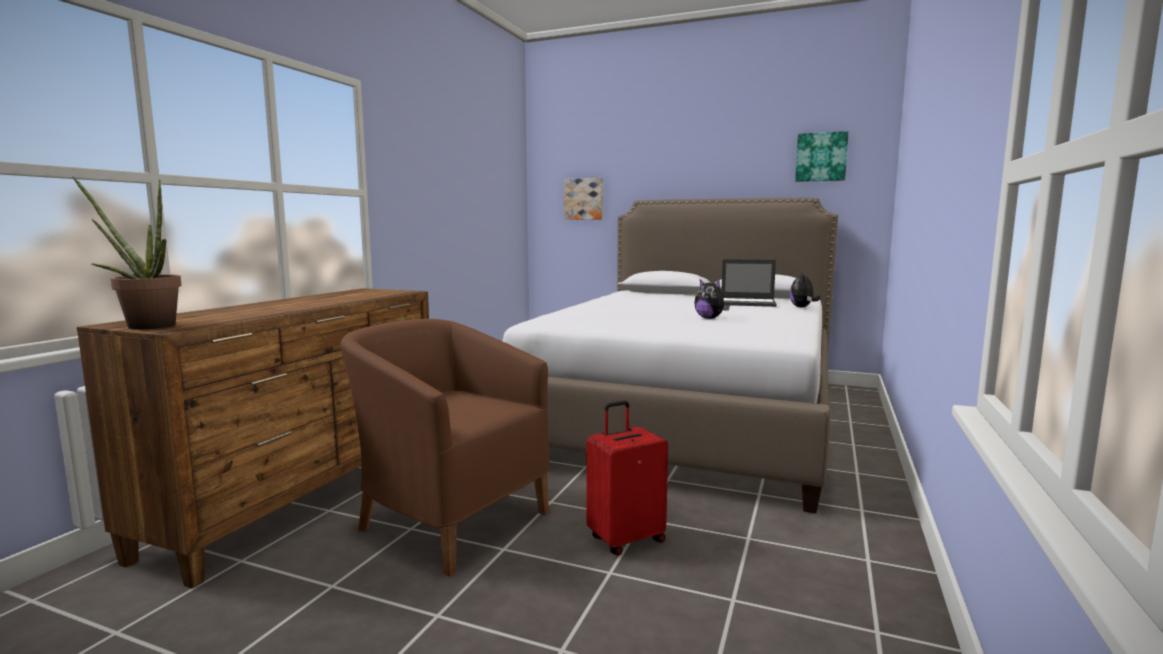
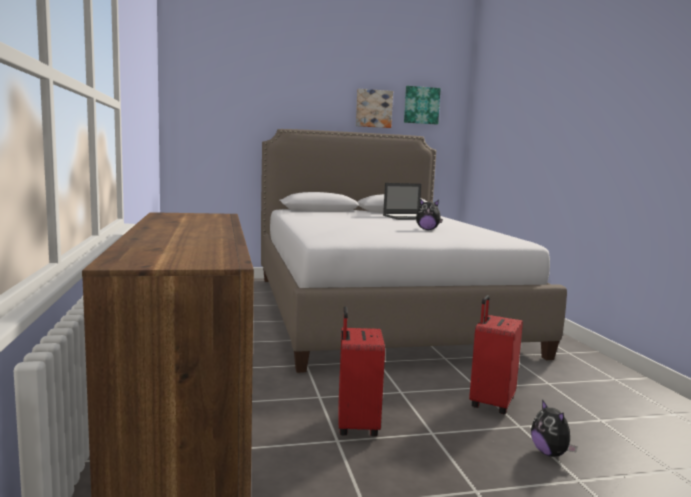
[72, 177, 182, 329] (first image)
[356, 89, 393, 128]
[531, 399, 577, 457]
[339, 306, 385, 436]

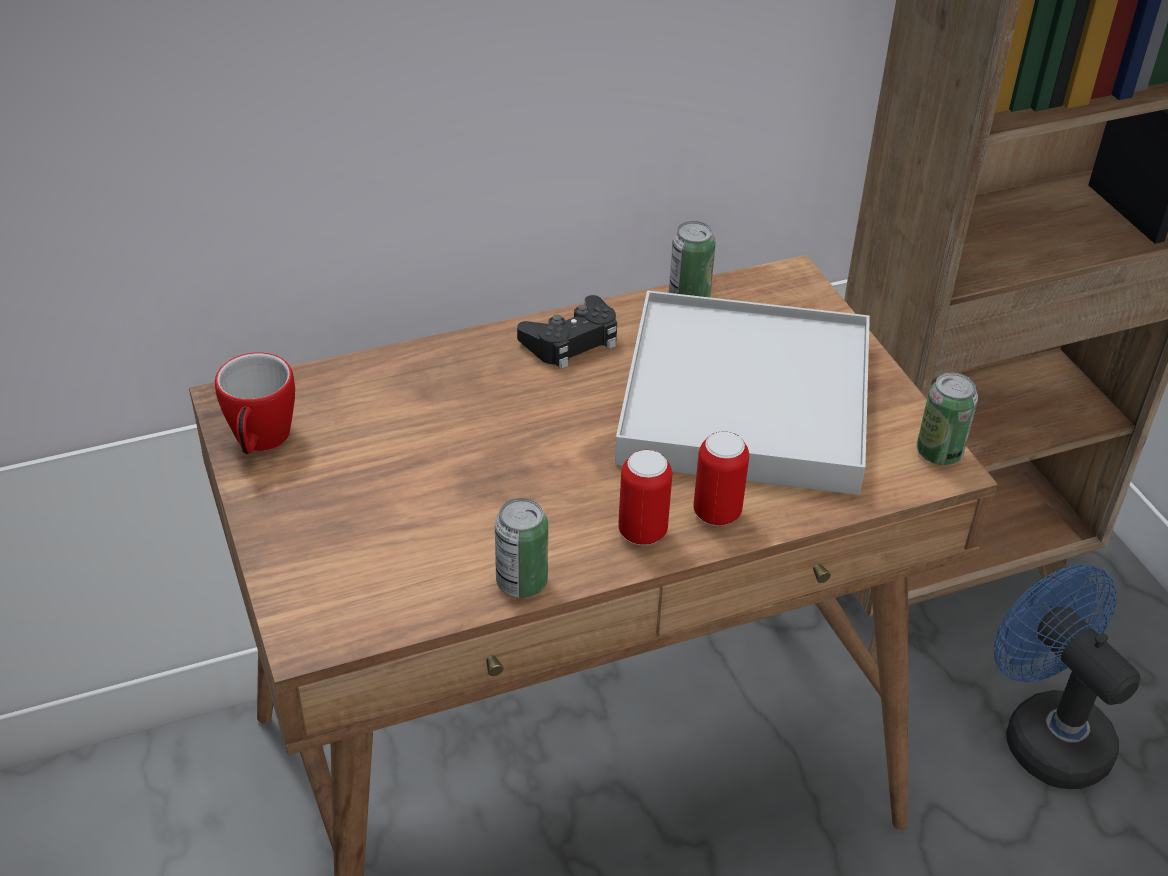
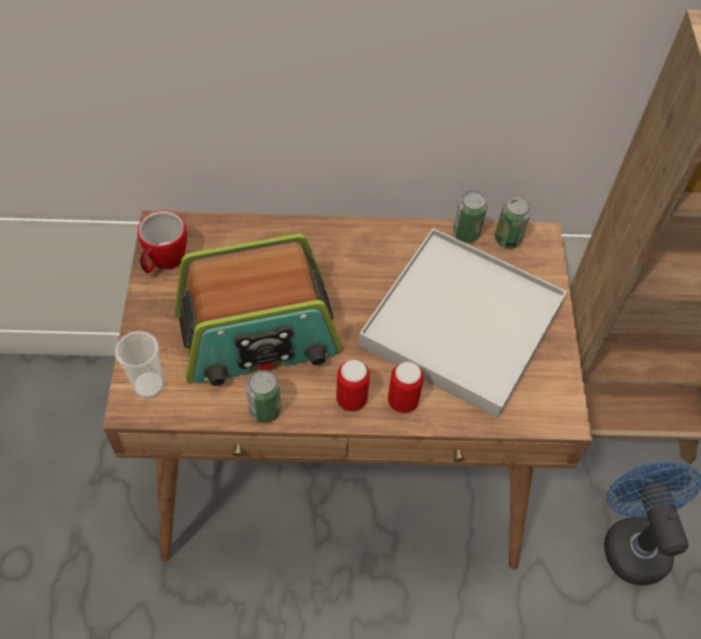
[517, 295, 617, 369] (first image)
[495, 196, 531, 248]
[174, 234, 343, 386]
[115, 331, 165, 399]

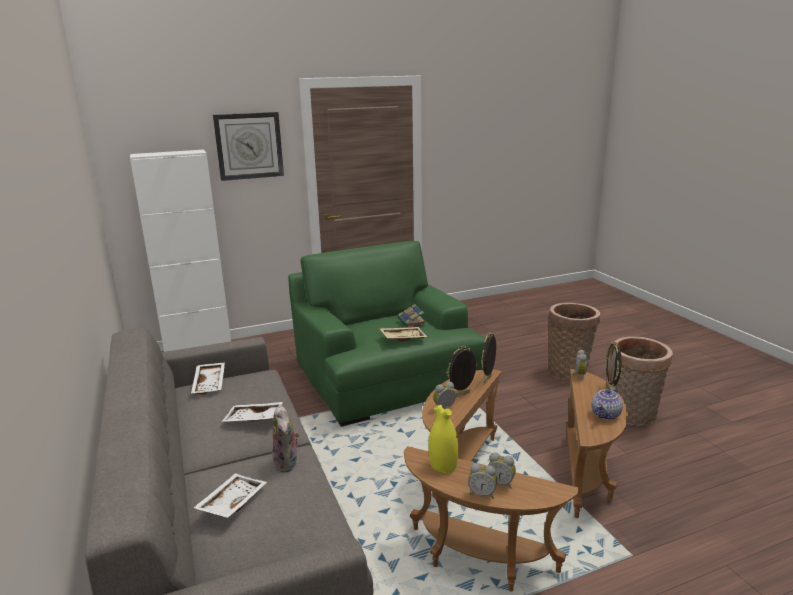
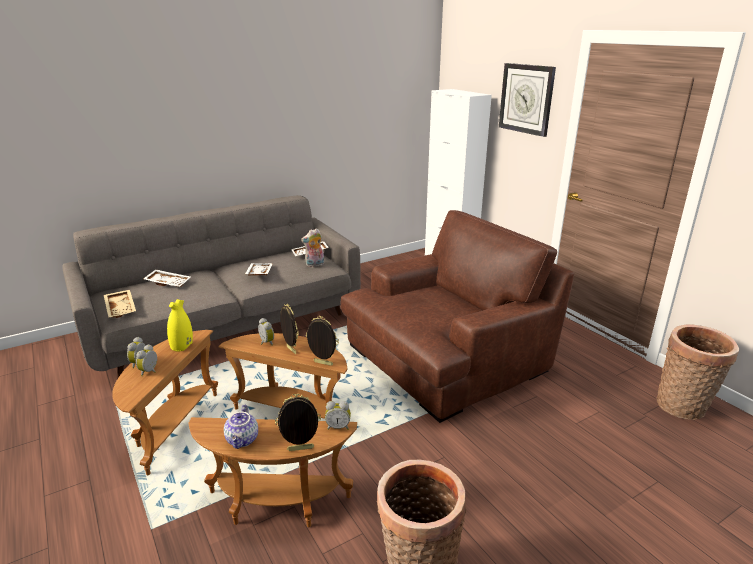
[341, 210, 574, 423]
[656, 325, 739, 420]
[398, 304, 426, 328] (first image)
[104, 290, 136, 318]
[224, 404, 258, 449]
[301, 228, 324, 267]

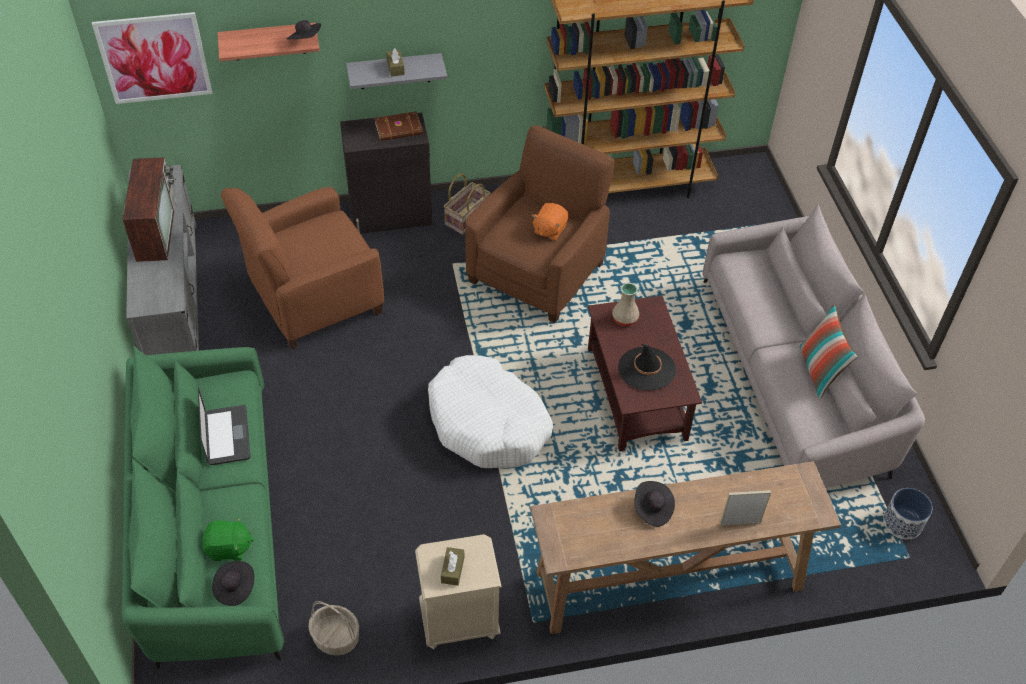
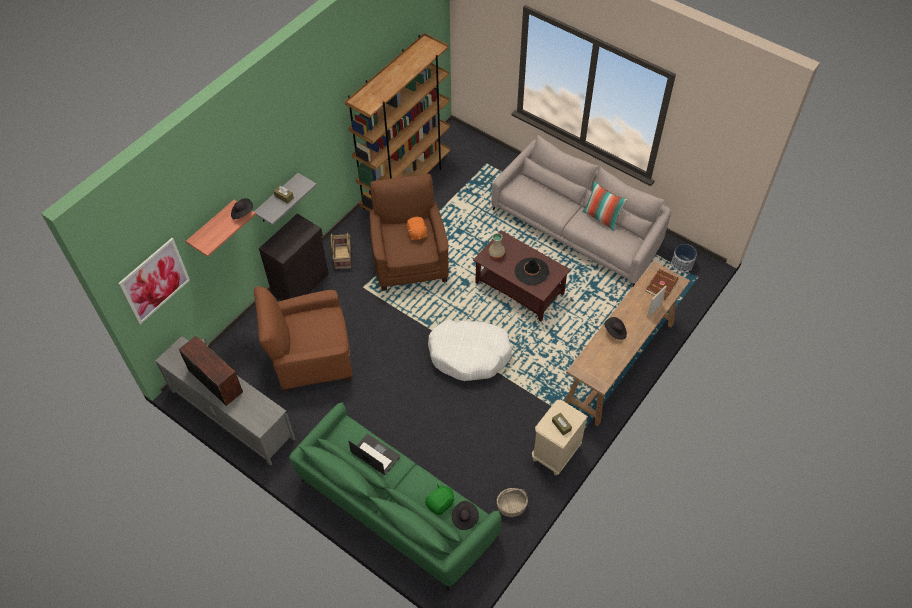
[646, 269, 679, 300]
[254, 286, 352, 393]

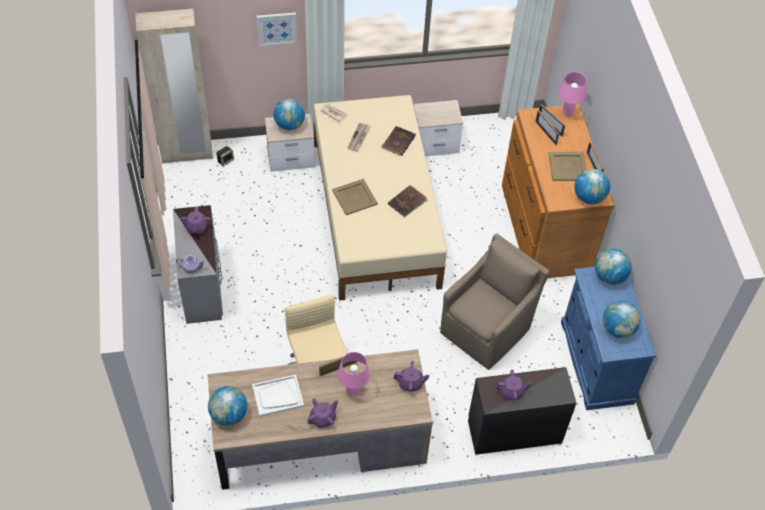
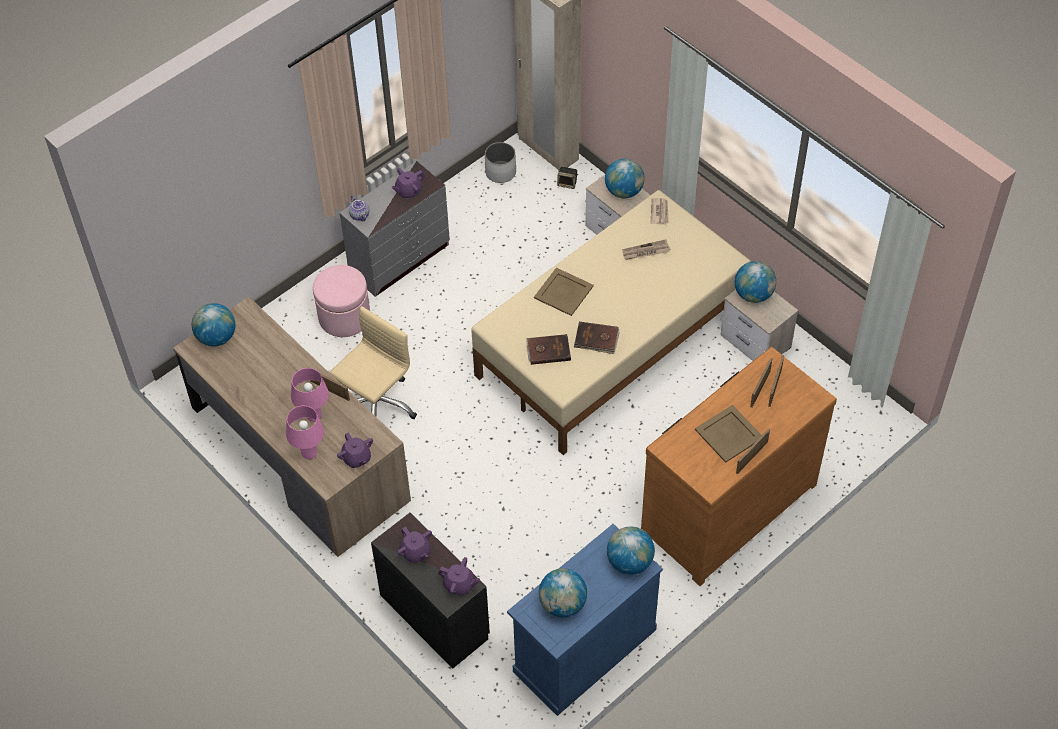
[257, 12, 297, 47] (first image)
[286, 406, 324, 459]
[526, 334, 571, 365]
[735, 261, 776, 303]
[440, 234, 549, 370] (first image)
[252, 375, 304, 417] (first image)
[438, 557, 480, 595]
[485, 142, 516, 183]
[313, 265, 370, 337]

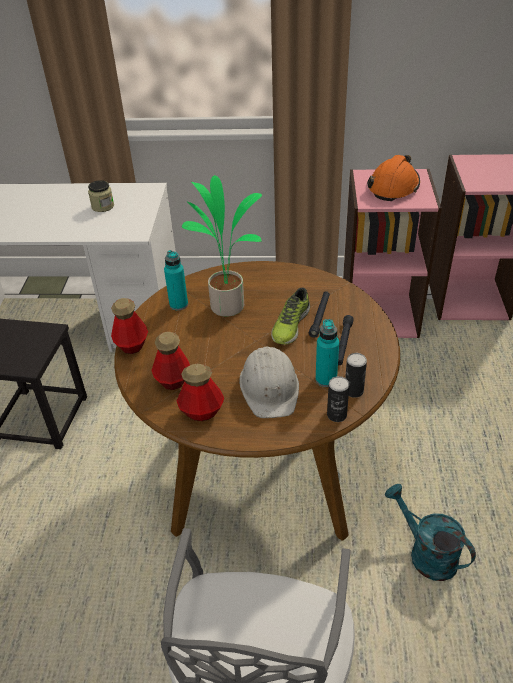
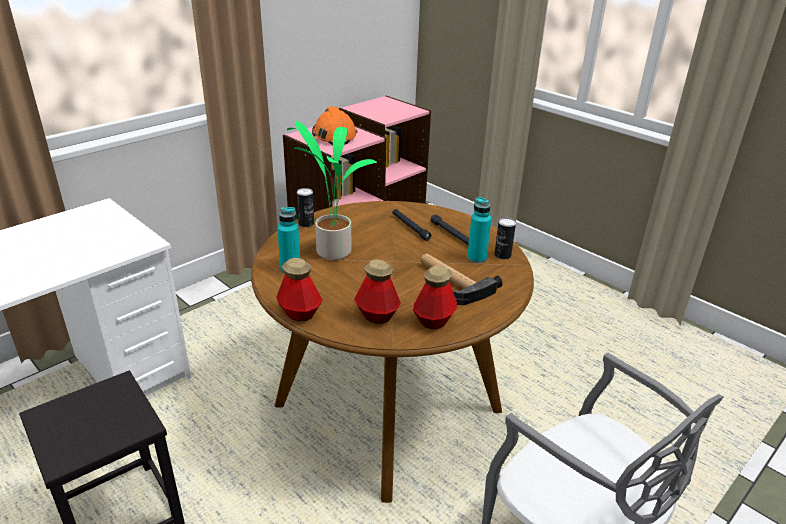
[88, 180, 114, 212] (first image)
[271, 288, 310, 345] (first image)
[421, 253, 502, 305]
[297, 188, 314, 227]
[385, 484, 476, 581] (first image)

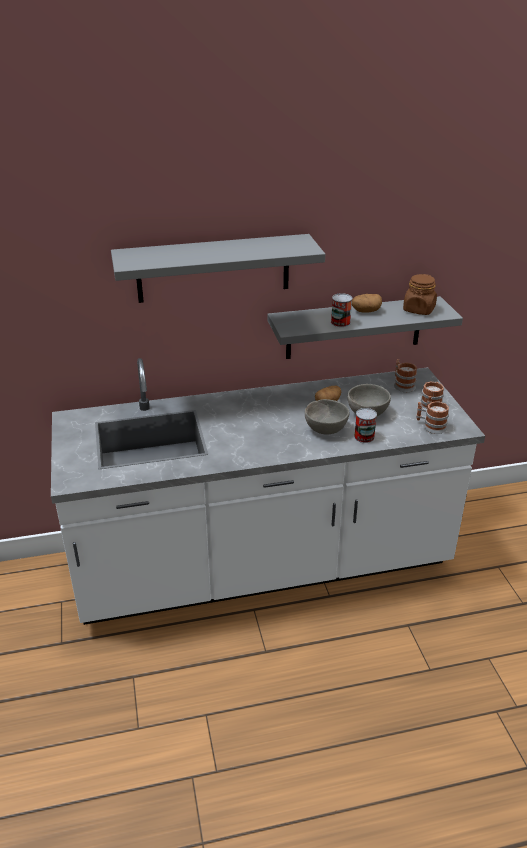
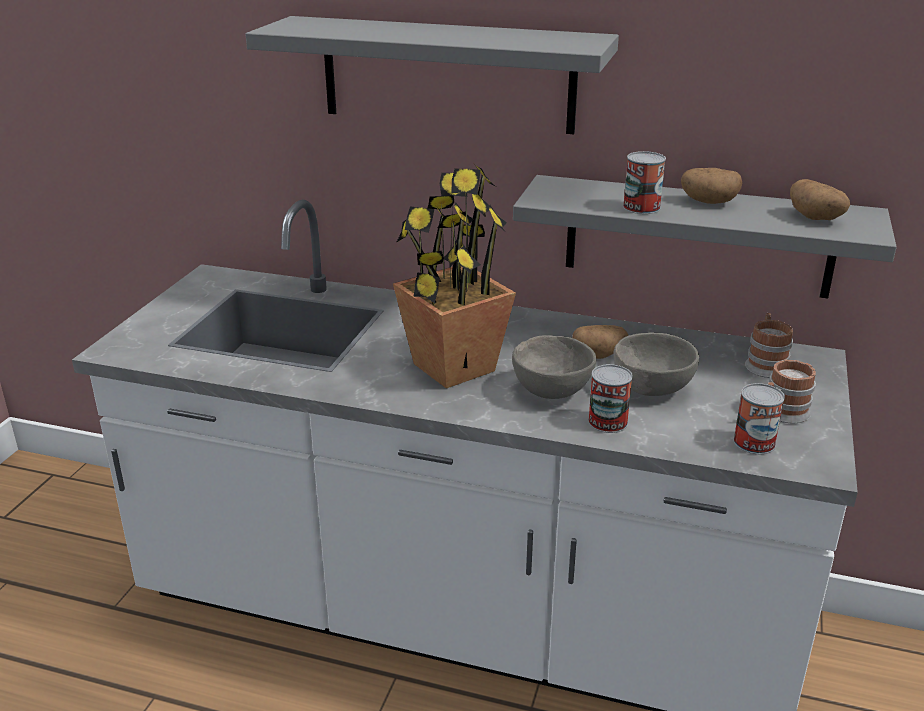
[790, 179, 850, 220]
[733, 383, 785, 454]
[393, 165, 516, 389]

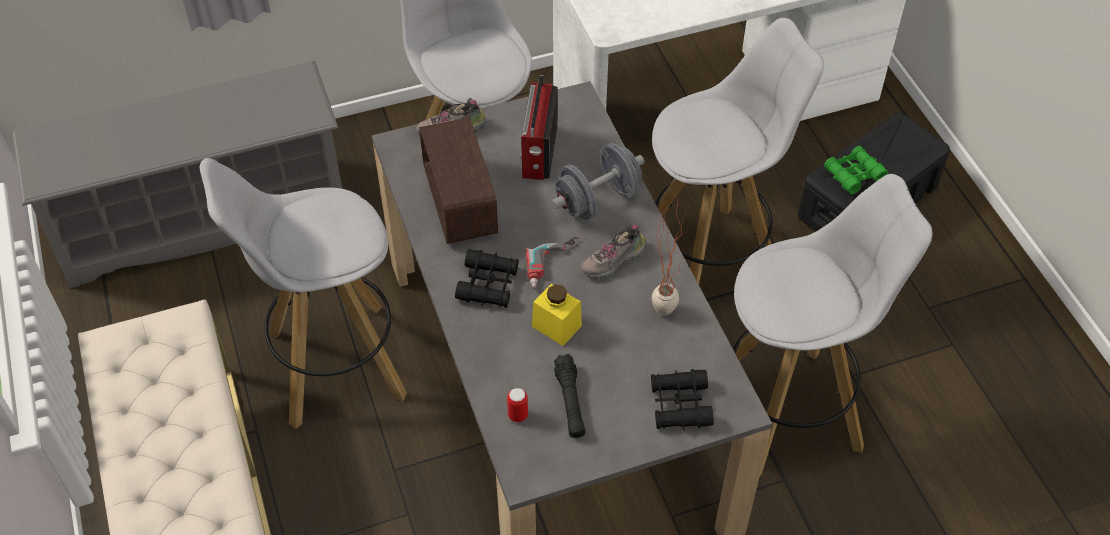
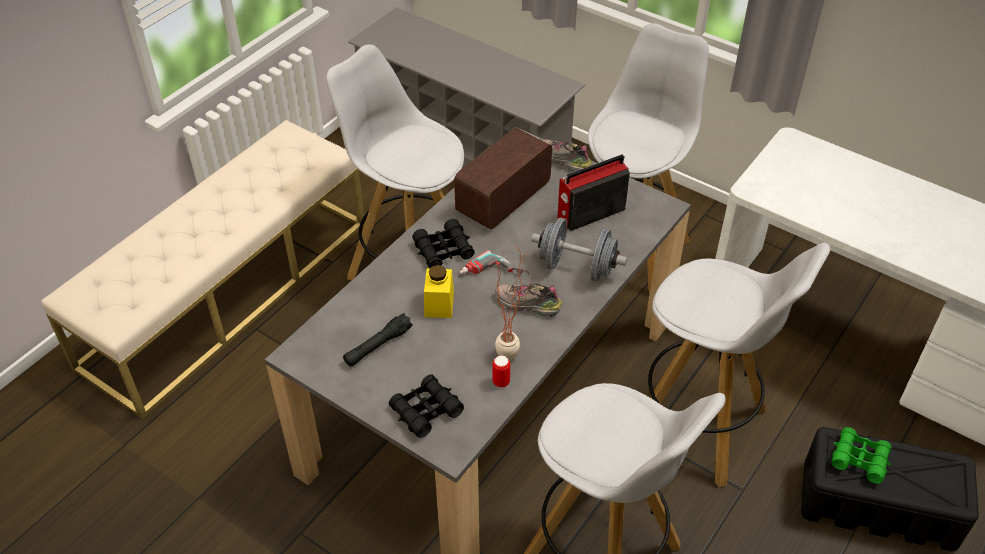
[492, 355, 510, 387]

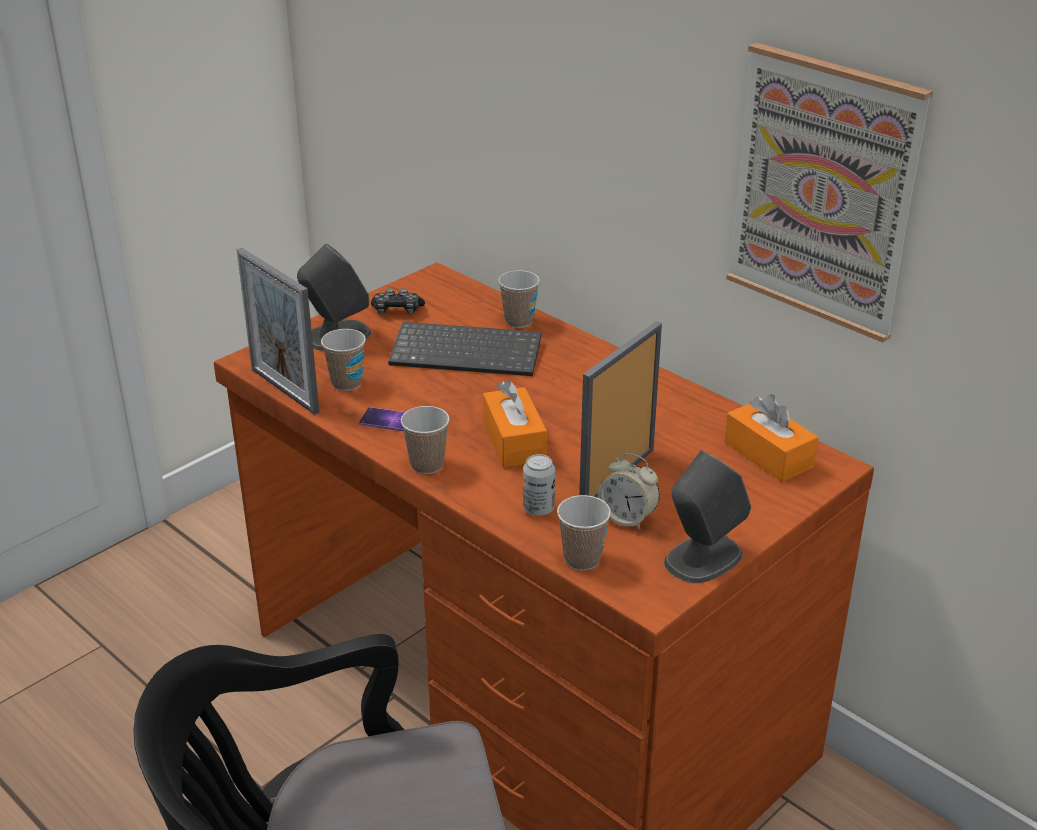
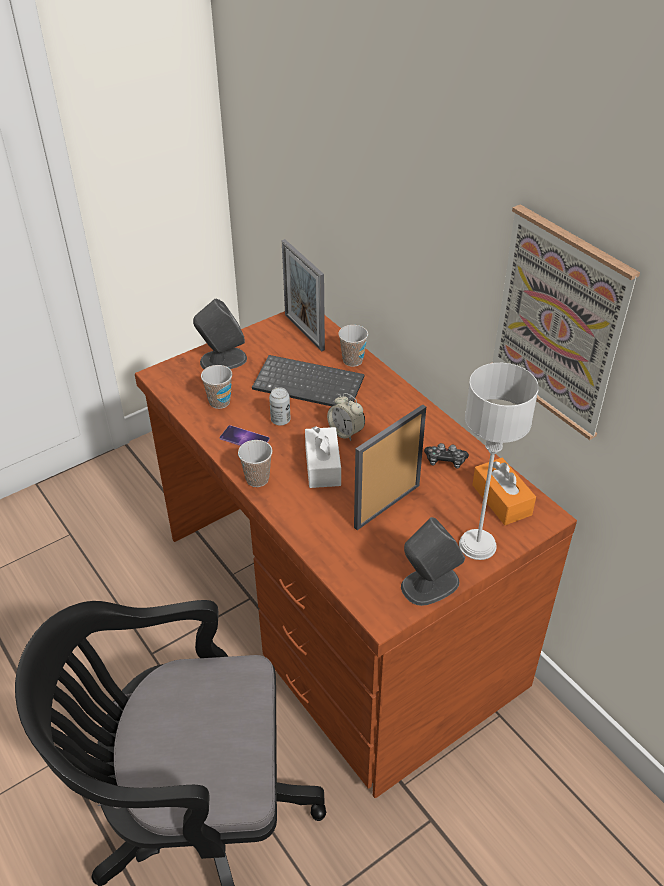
[282, 239, 325, 352]
[424, 443, 469, 468]
[305, 426, 341, 488]
[327, 393, 365, 441]
[269, 387, 290, 425]
[557, 495, 611, 570] (first image)
[459, 363, 539, 560]

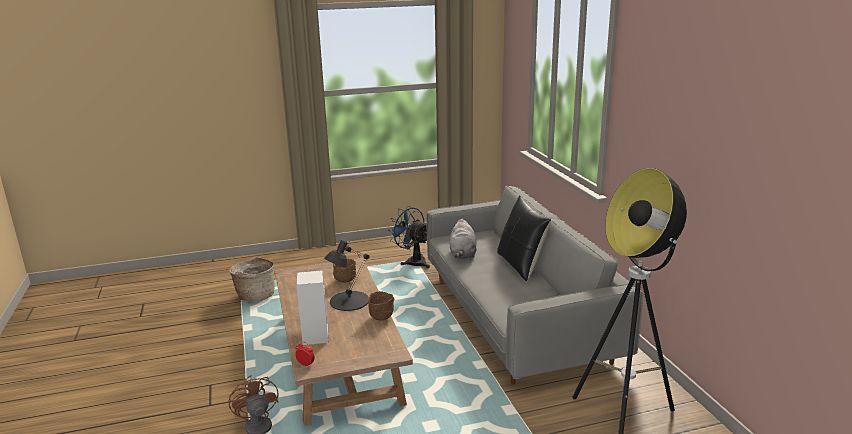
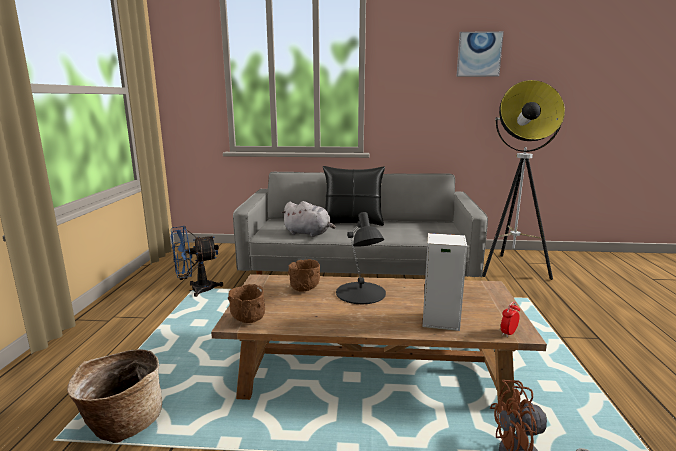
[228, 284, 265, 323]
[456, 31, 504, 77]

